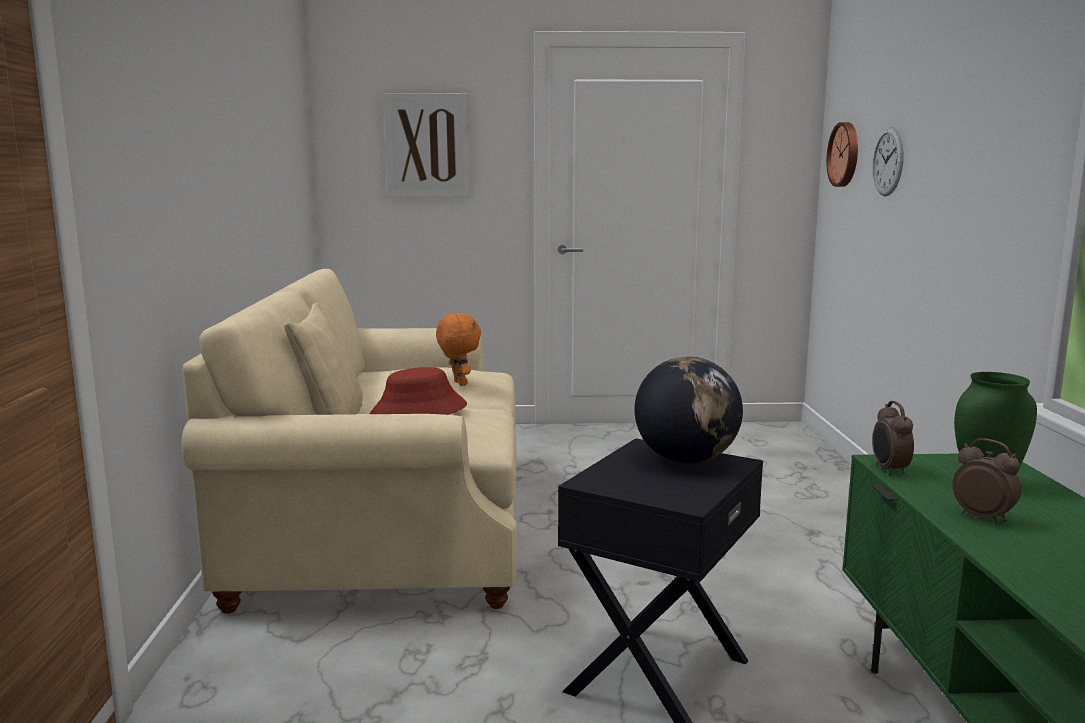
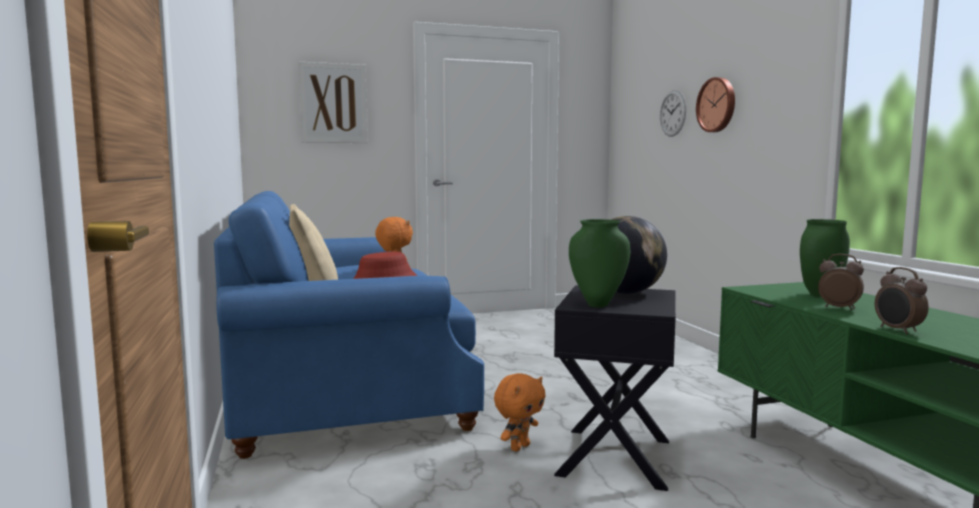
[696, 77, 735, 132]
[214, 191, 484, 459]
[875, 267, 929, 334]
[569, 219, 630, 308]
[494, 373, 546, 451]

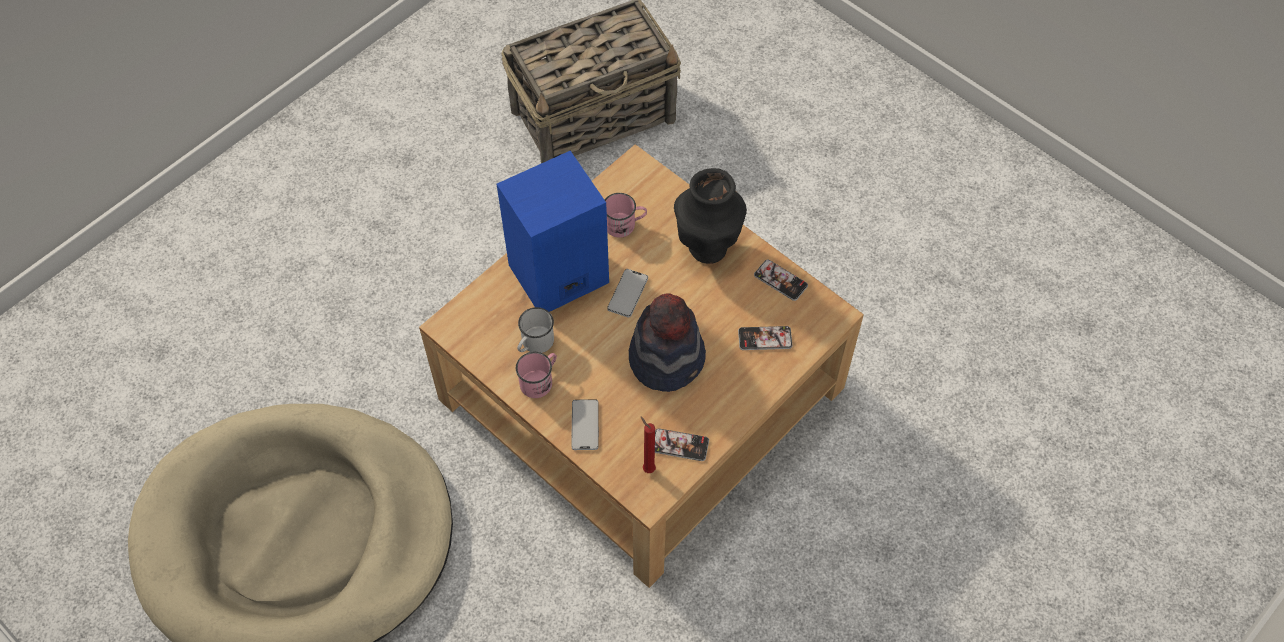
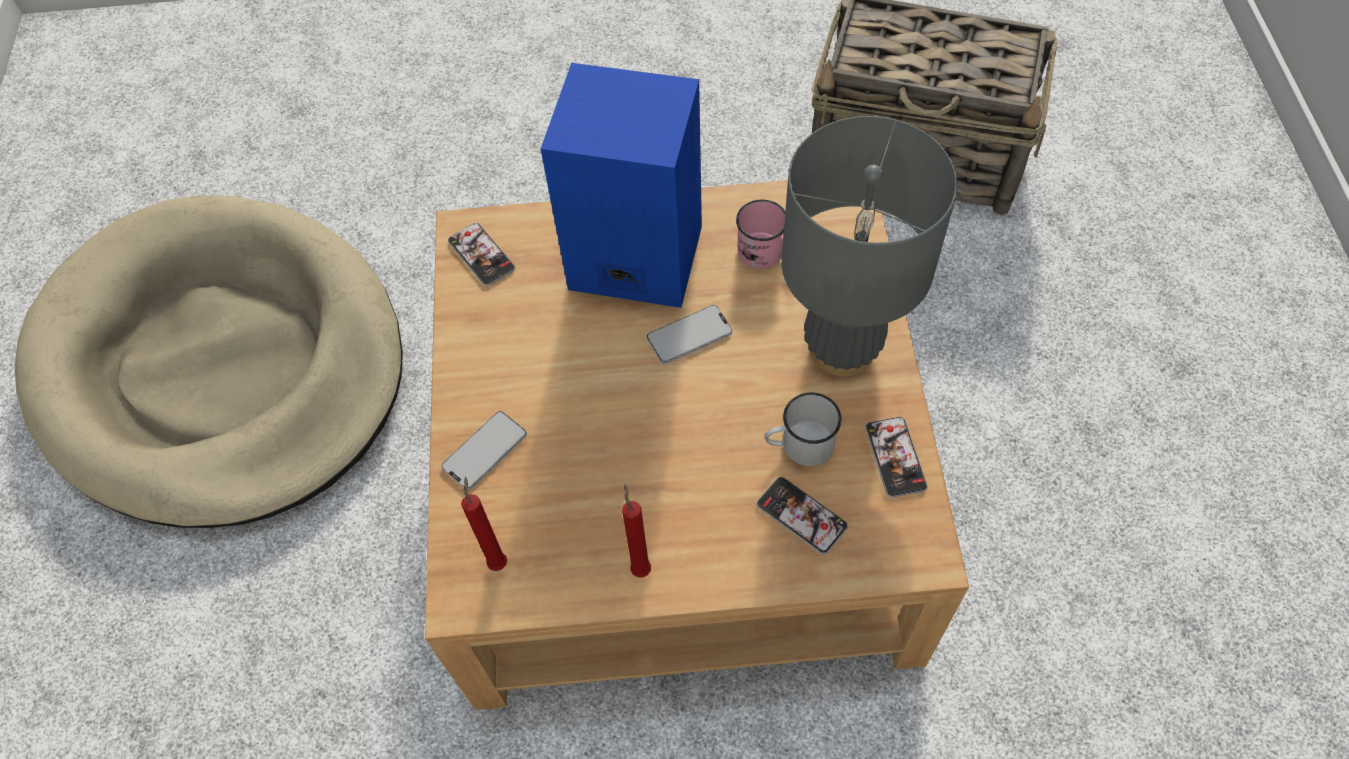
[781, 116, 958, 377]
[629, 293, 706, 392] (first image)
[764, 393, 841, 466]
[516, 352, 557, 398] (first image)
[448, 223, 516, 286]
[622, 484, 651, 578]

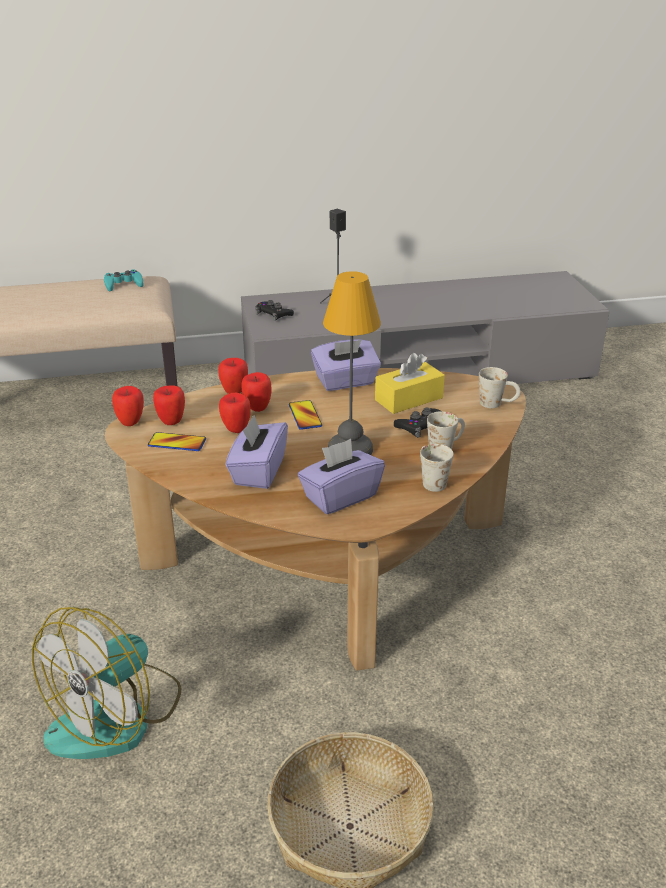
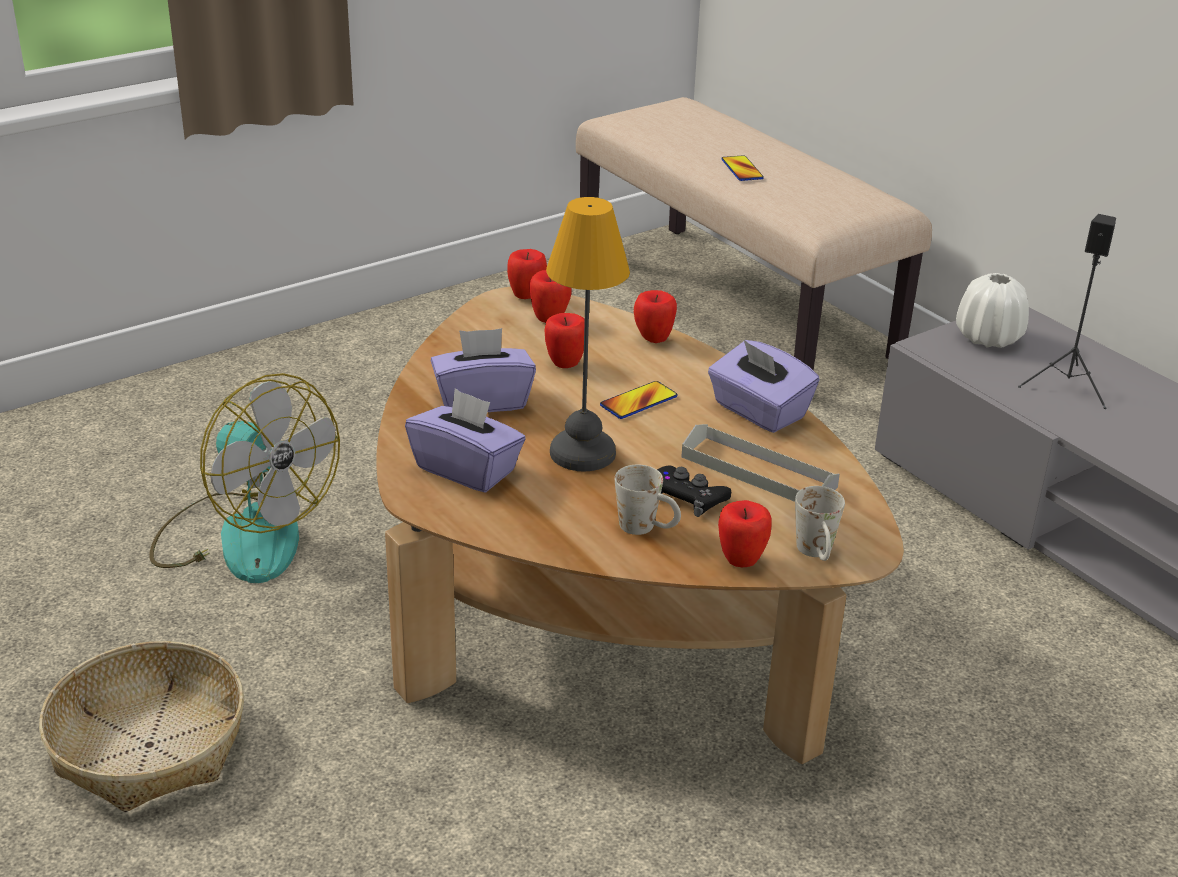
[104, 269, 144, 291] (first image)
[956, 273, 1029, 348]
[681, 424, 840, 502]
[718, 500, 772, 567]
[721, 155, 764, 181]
[420, 444, 454, 492] (first image)
[149, 373, 340, 583]

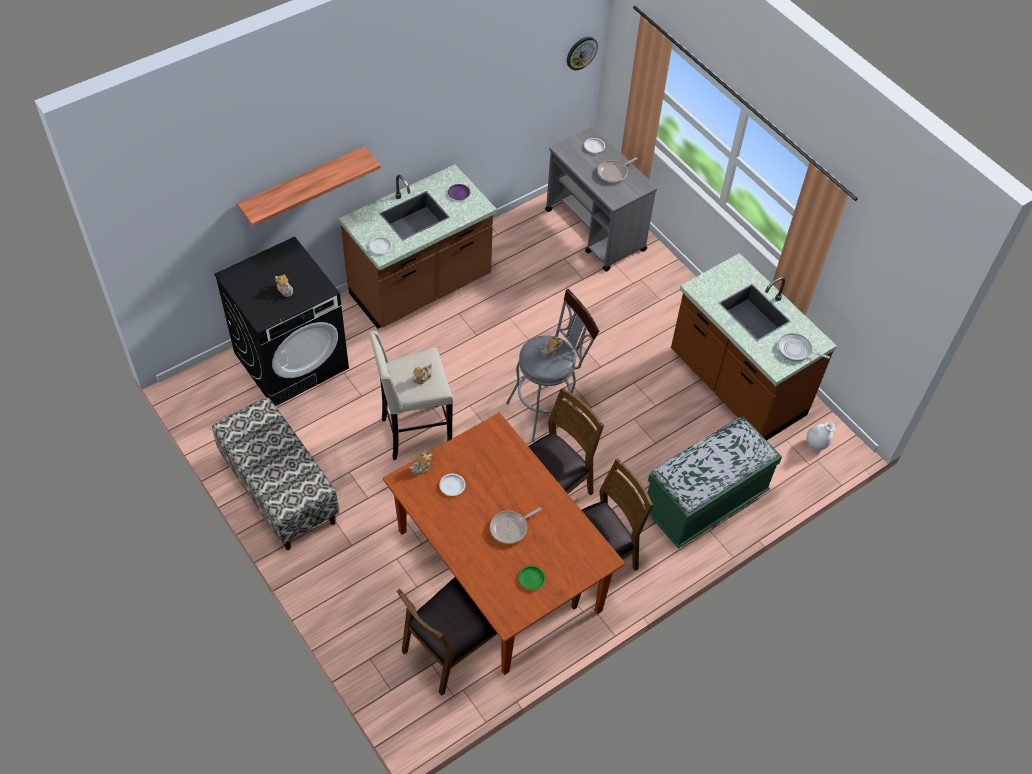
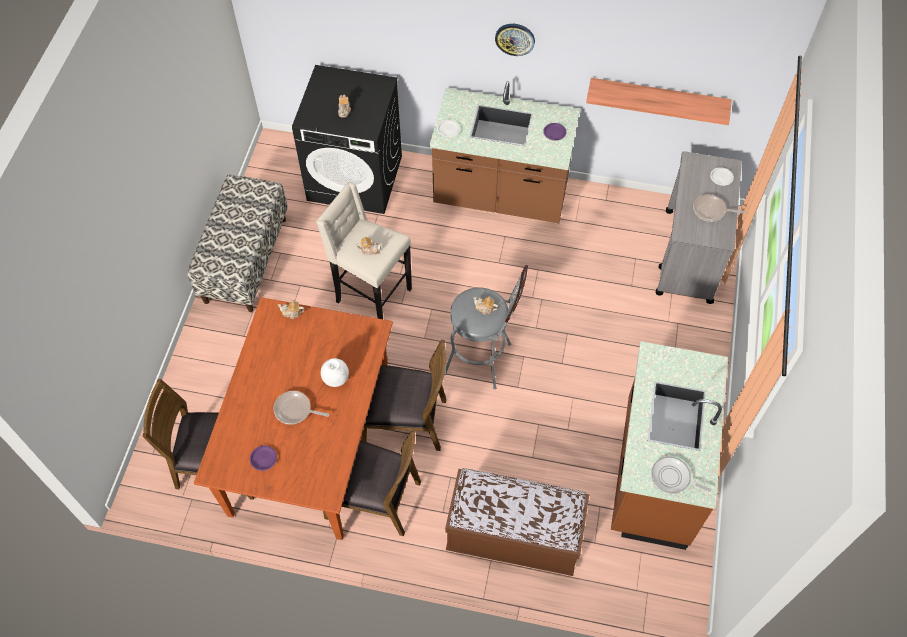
[495, 24, 535, 56]
[586, 78, 732, 125]
[651, 456, 711, 494]
[445, 468, 589, 576]
[321, 358, 349, 387]
[439, 474, 465, 496] (first image)
[250, 445, 277, 471]

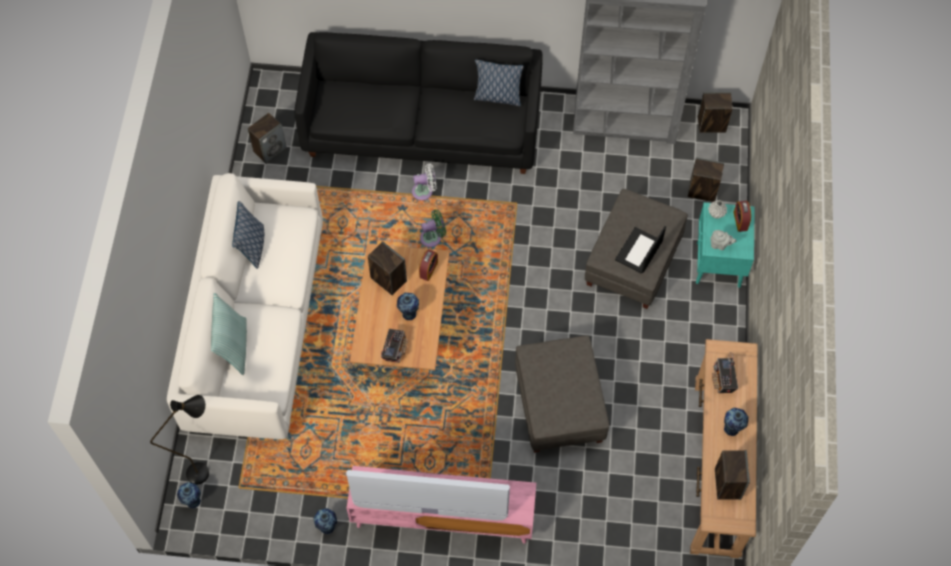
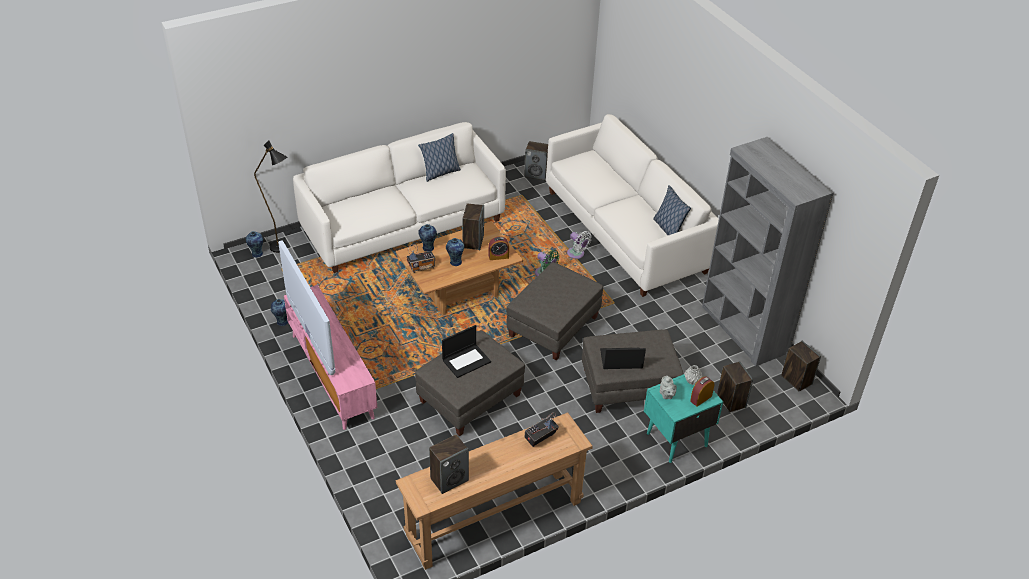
[546, 114, 719, 297]
[211, 293, 247, 375] (first image)
[418, 224, 437, 252]
[506, 262, 603, 360]
[442, 325, 491, 378]

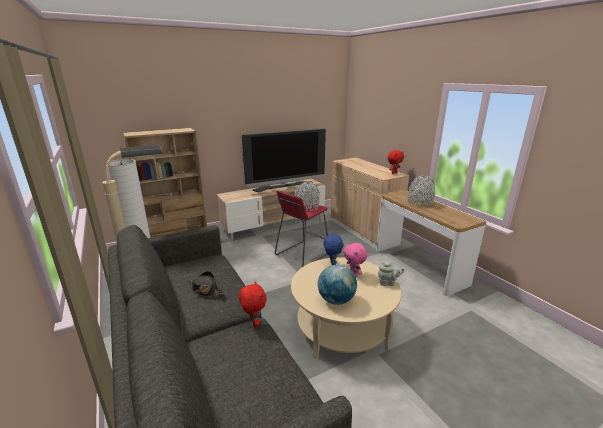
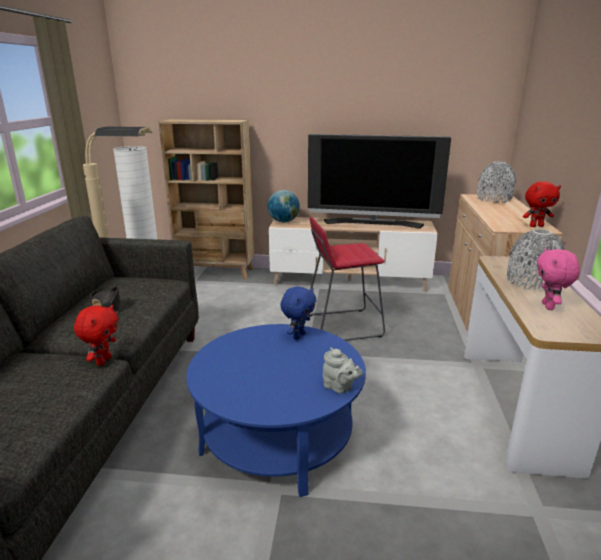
[477, 161, 516, 203]
[537, 248, 580, 310]
[186, 324, 366, 497]
[268, 190, 300, 223]

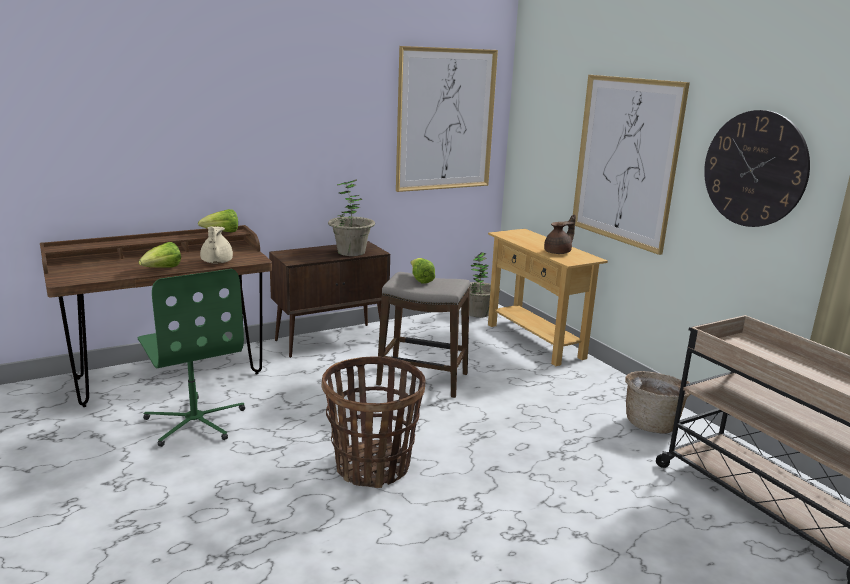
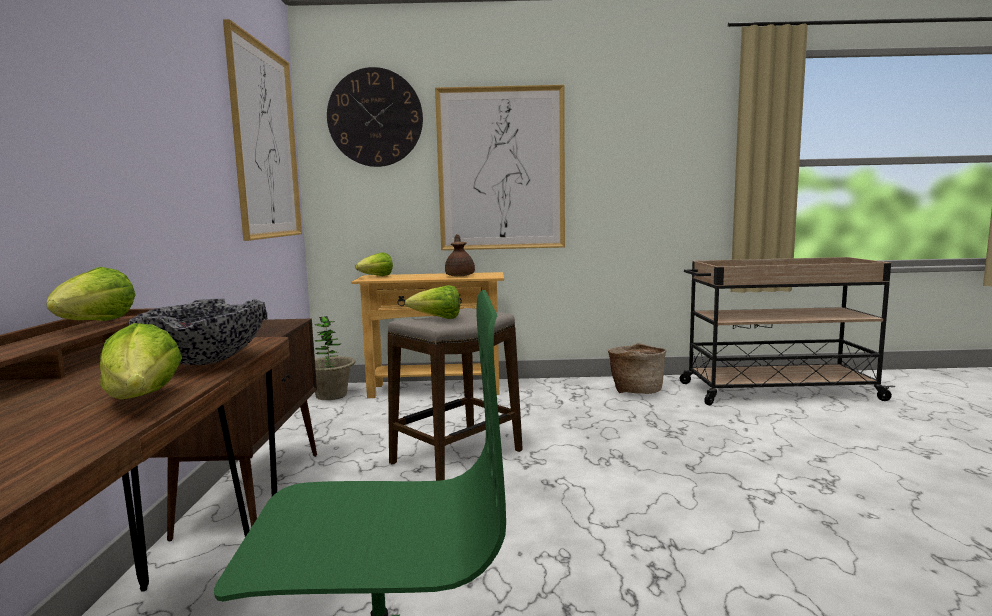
[327, 67, 423, 167]
[328, 179, 375, 256] (first image)
[128, 298, 267, 365]
[321, 356, 425, 488] (first image)
[355, 252, 393, 276]

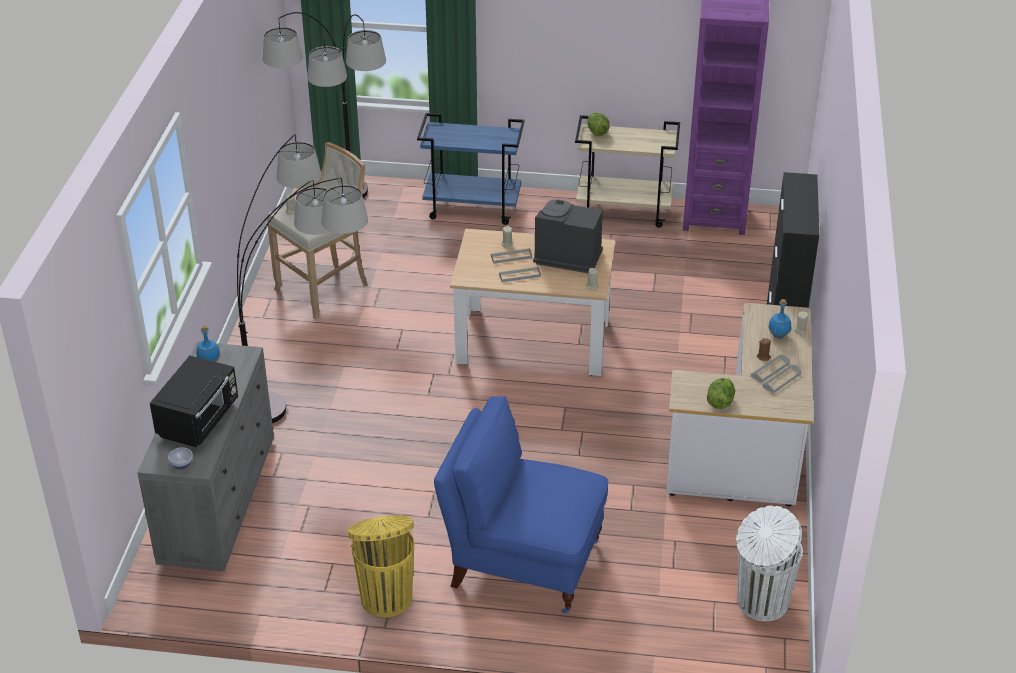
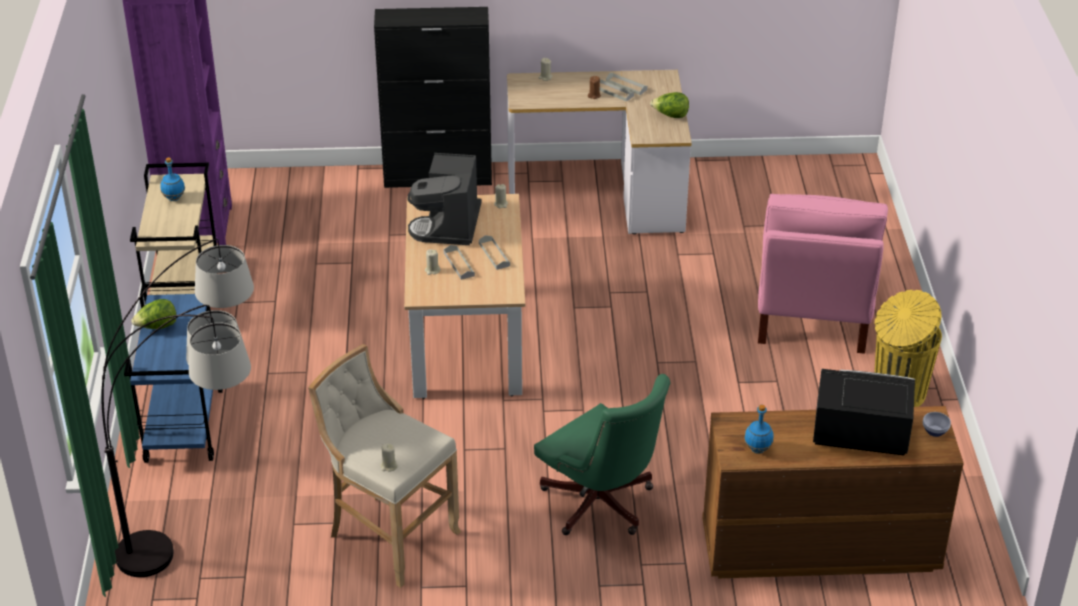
[131, 299, 176, 329]
[534, 374, 670, 535]
[160, 158, 185, 201]
[702, 406, 964, 579]
[758, 194, 888, 354]
[736, 505, 803, 621] (first image)

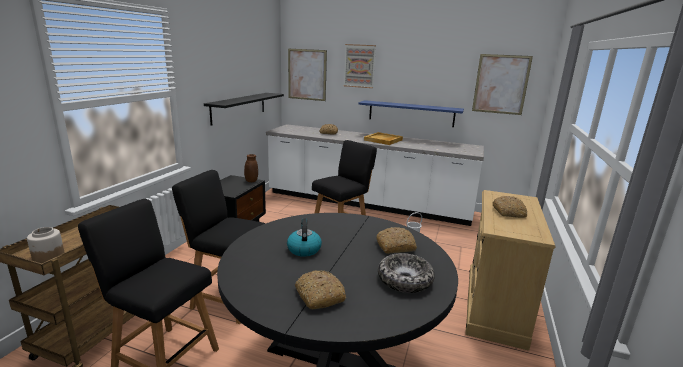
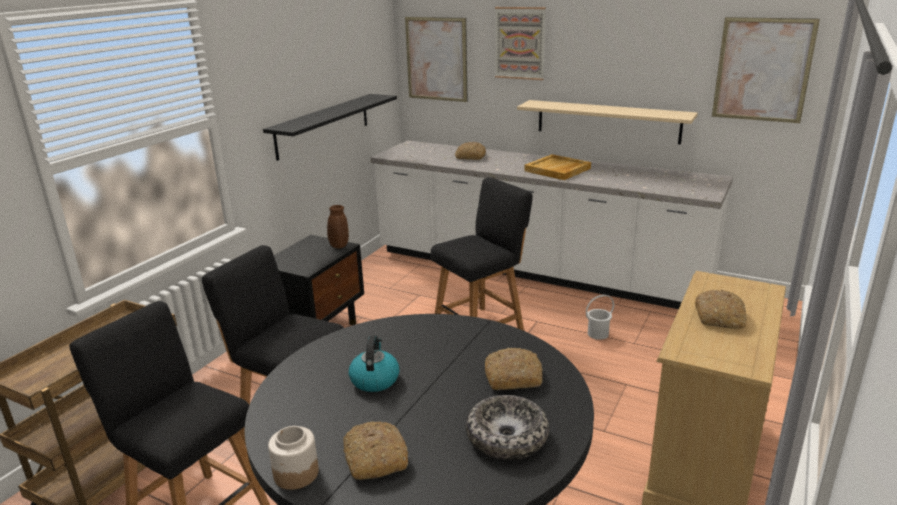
[517, 100, 698, 145]
[268, 426, 319, 490]

